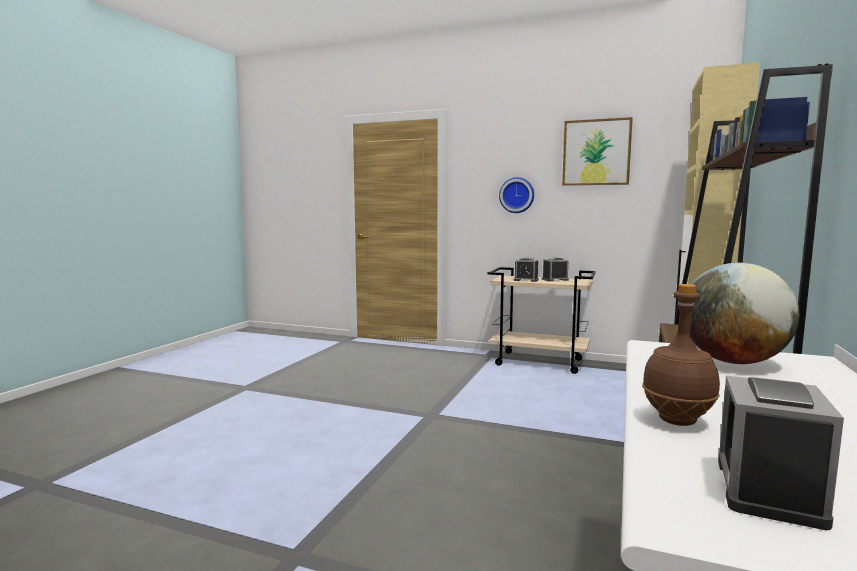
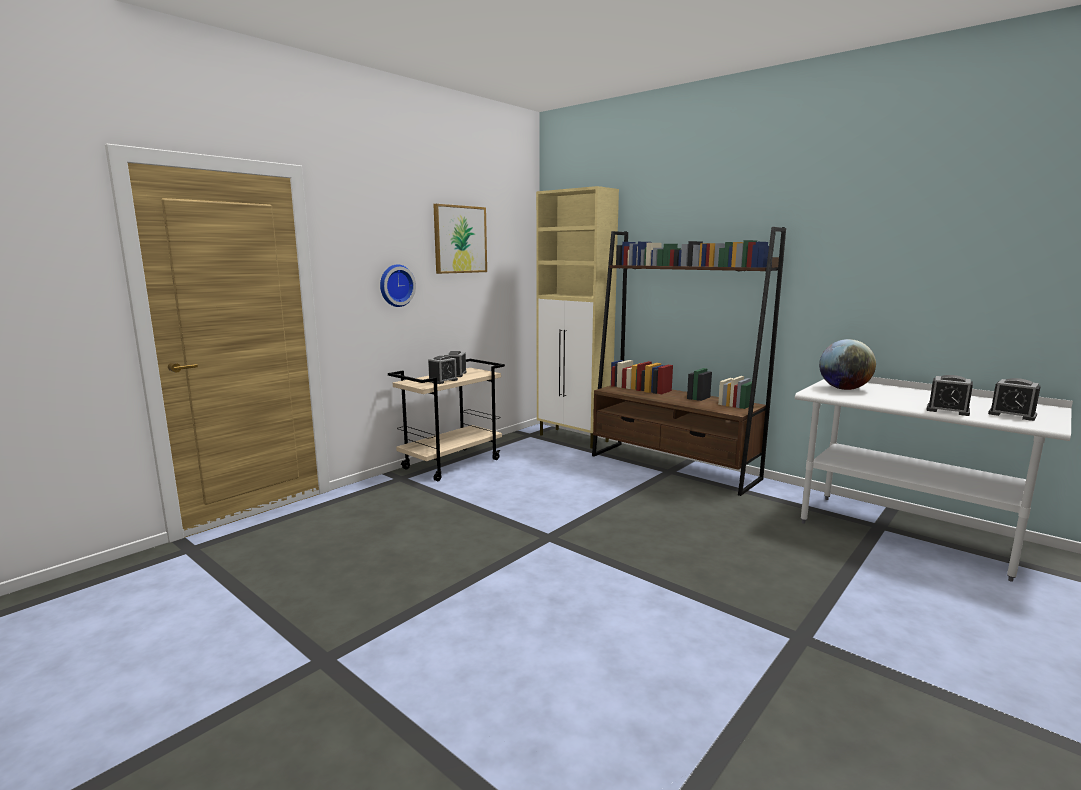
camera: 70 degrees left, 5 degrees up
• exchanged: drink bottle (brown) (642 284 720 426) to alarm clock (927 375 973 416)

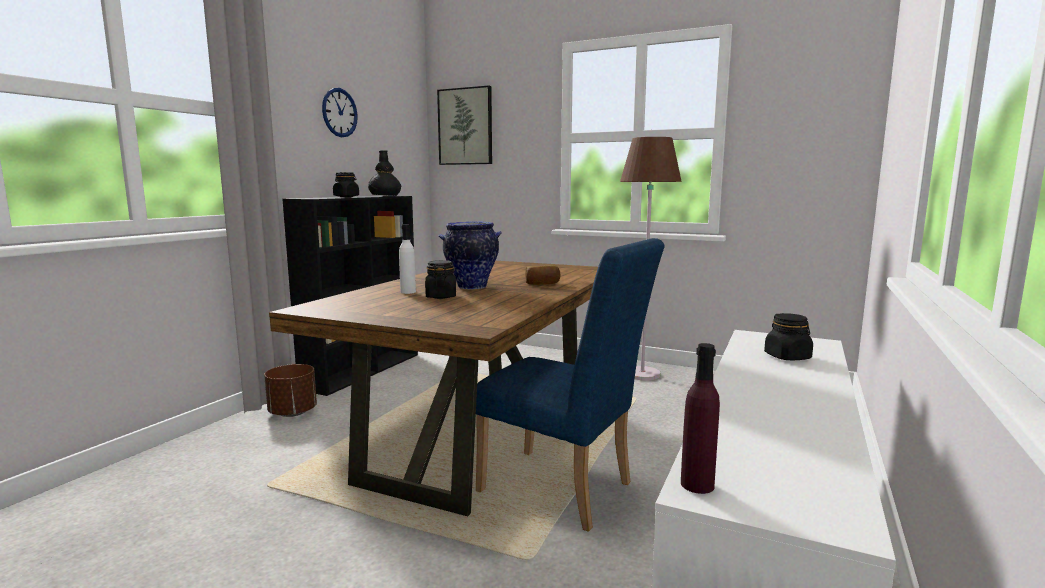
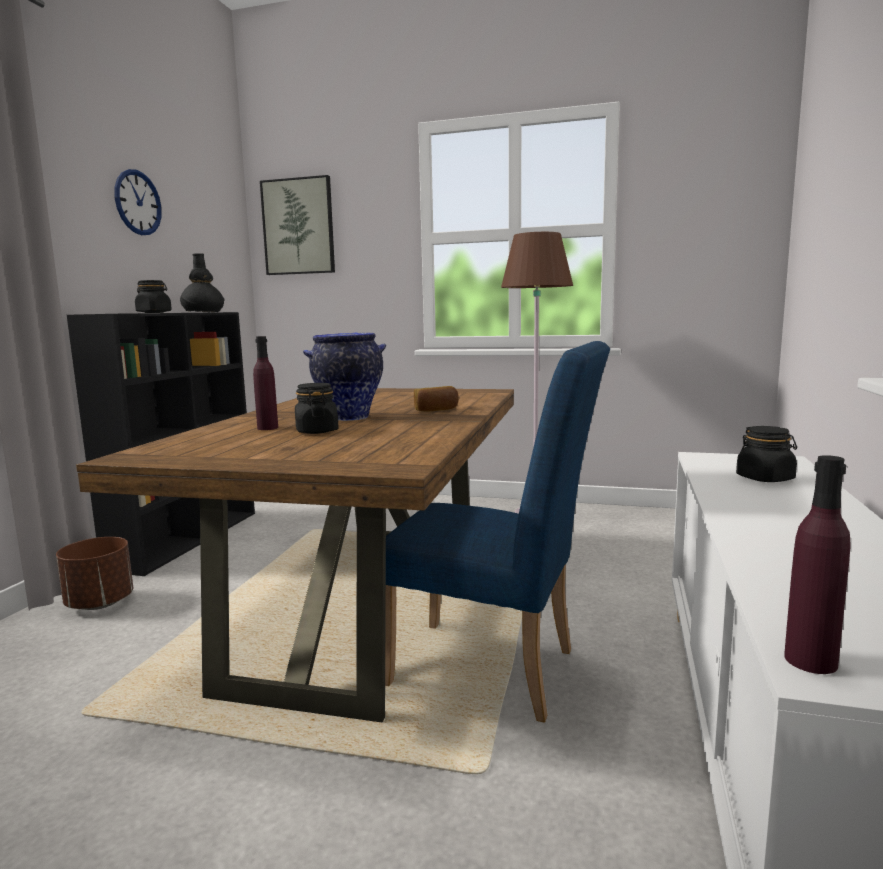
camera: 10 degrees left, 0 degrees up
• colour: drink bottle (white-coloured) (399 224 416 294) to drink bottle (purple) (253 336 278 430)

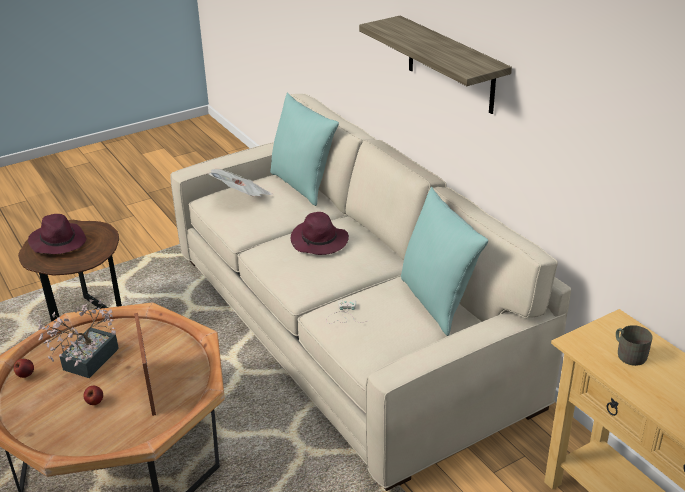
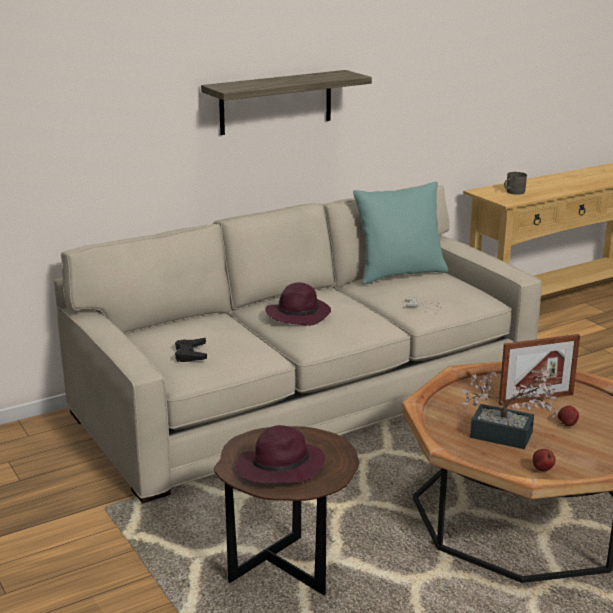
camera: 90 degrees left, 10 degrees down
• missing: throw pillow (turquoise-coloured) (270 93 339 206)
• exchanged: newspaper (208 169 273 197) to gamepad (black) (175 338 207 362)

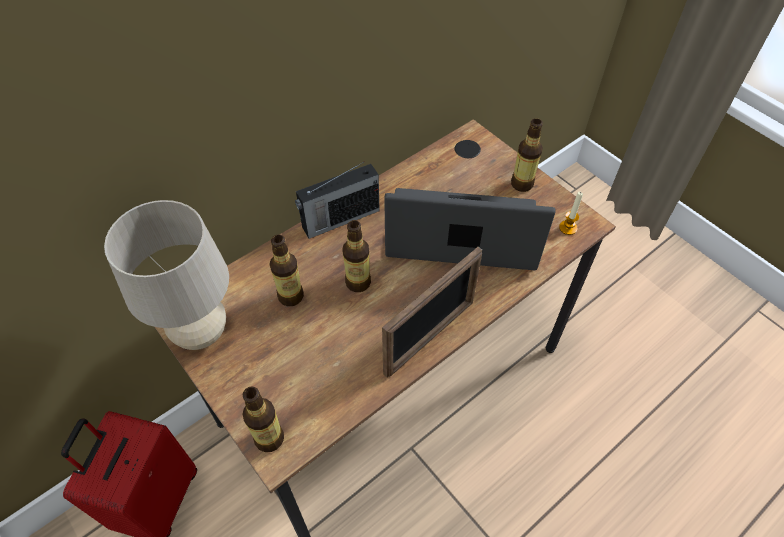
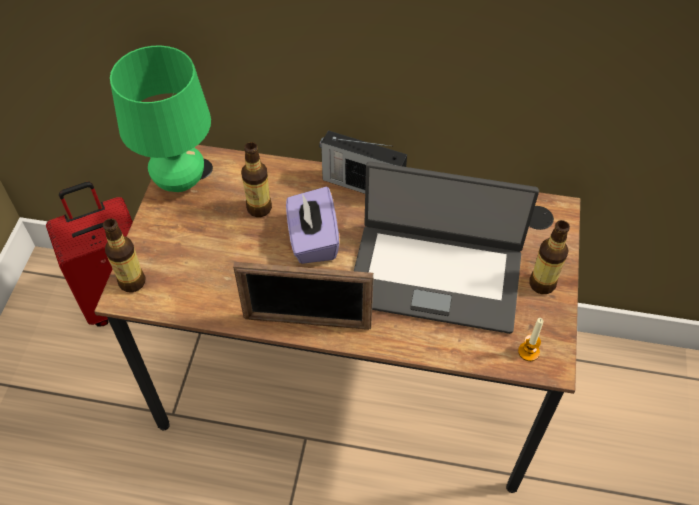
camera: 50 degrees right, 0 degrees up
• exchanged: drink bottle (342 220 371 292) to tissue box (purple) (286 187 339 264)
• colour: tabletop lamp (sand-coloured) (104 200 229 350) to tabletop lamp (greenish) (110 46 211 192)
• spun: portable computer (384 188 556 270) = (354 162 539 334) 135 degrees clockwise

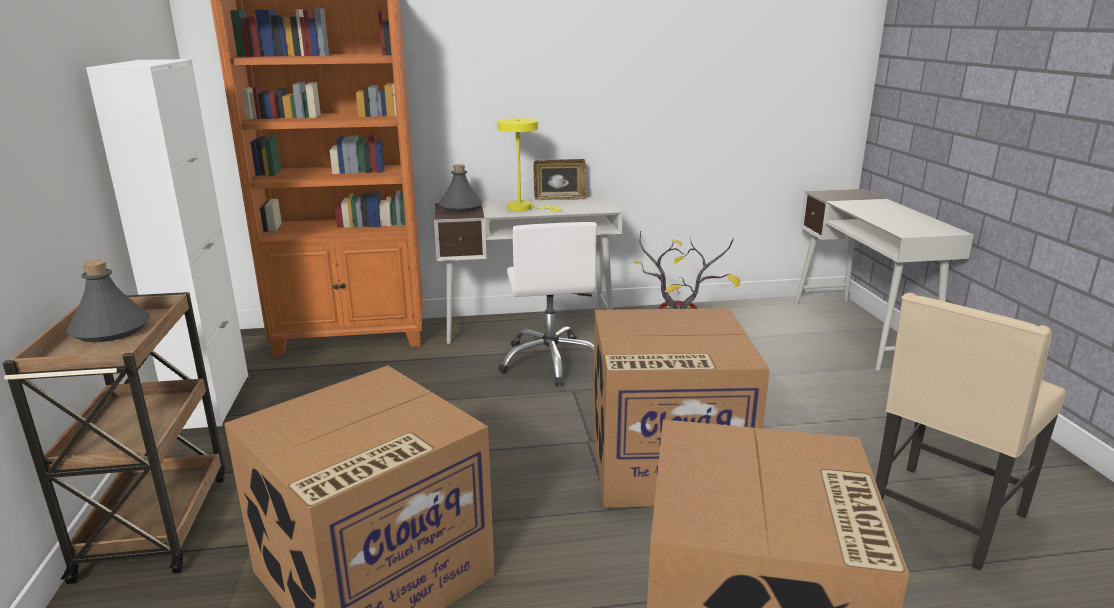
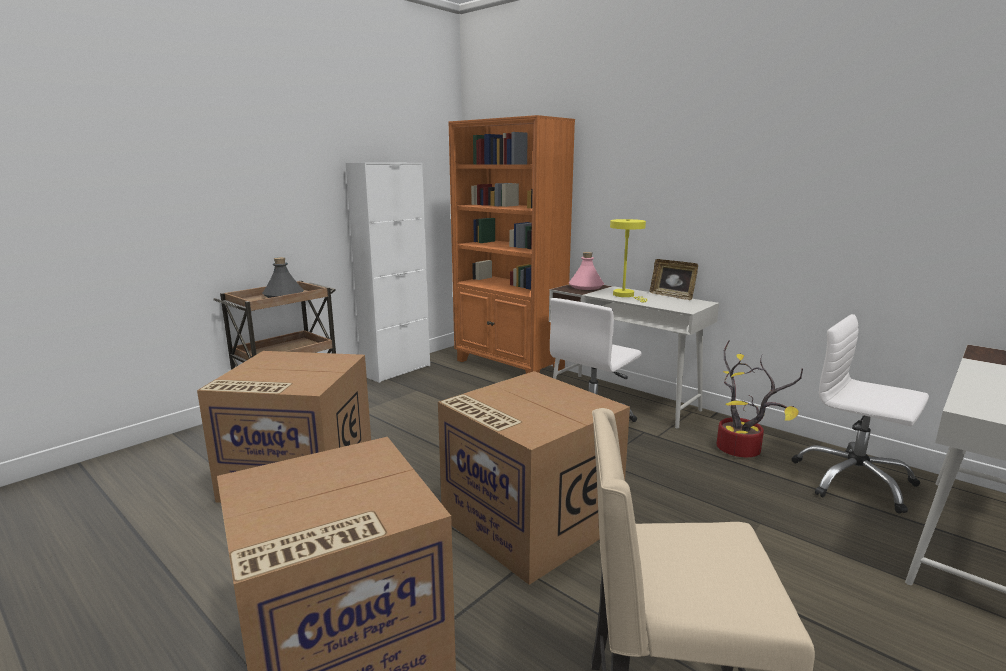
camera: 50 degrees right, 5 degrees down
• appeared: computer chair (white-coloured) (791 314 929 514)
• colour: drink bottle (greyish) (439 164 483 212) to drink bottle (pinkish) (569 252 604 290)

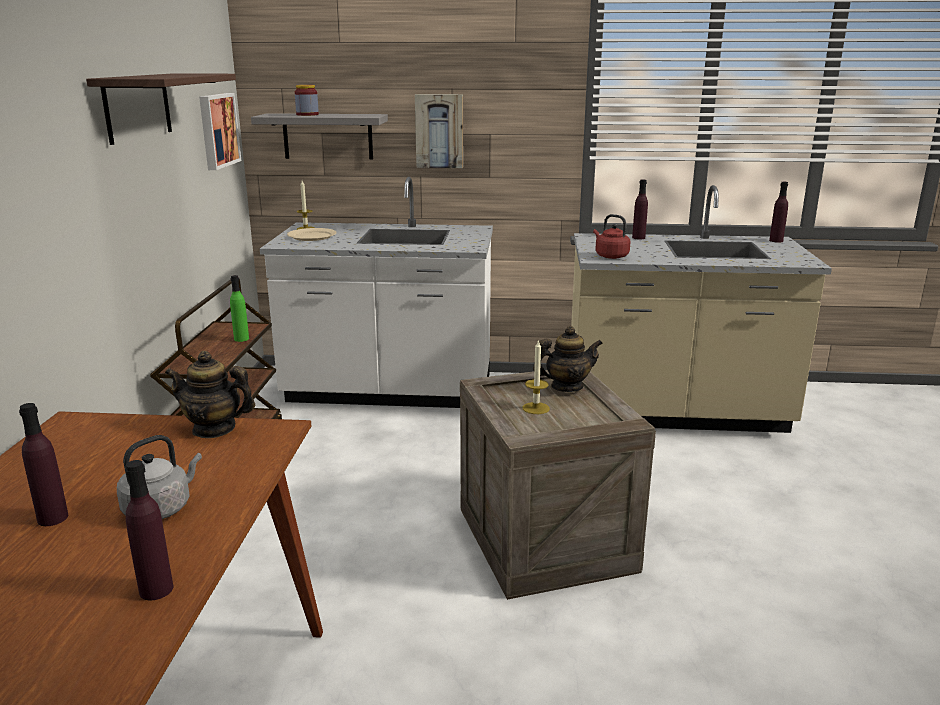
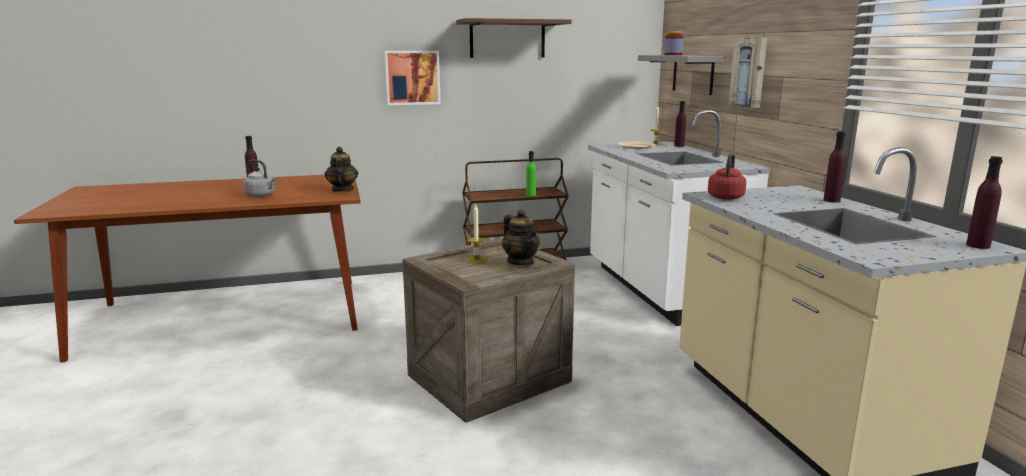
camera: 70 degrees right, 5 degrees down
• relocated: drink bottle (purple) (125 460 173 600) to (674 101 686 147)
• relocated: picture (199 93 241 170) to (384 51 441 105)

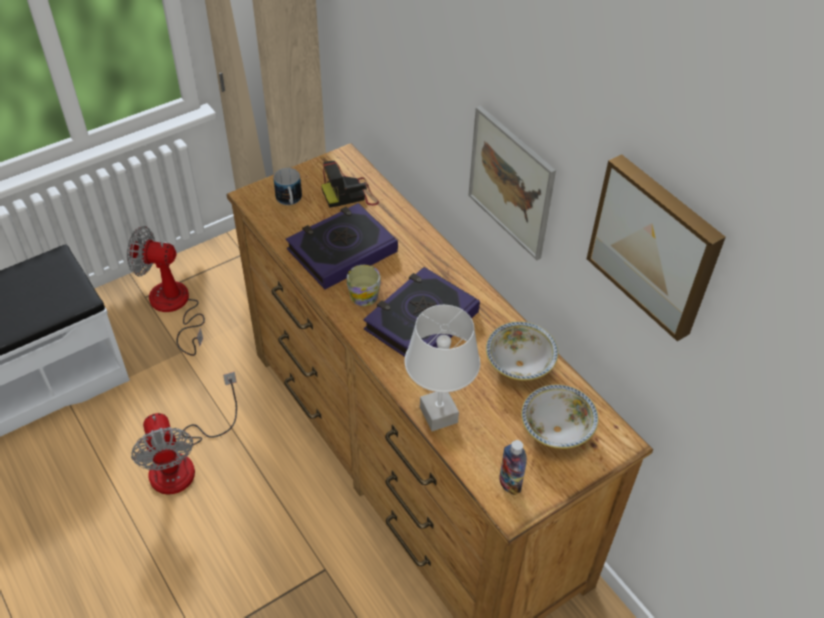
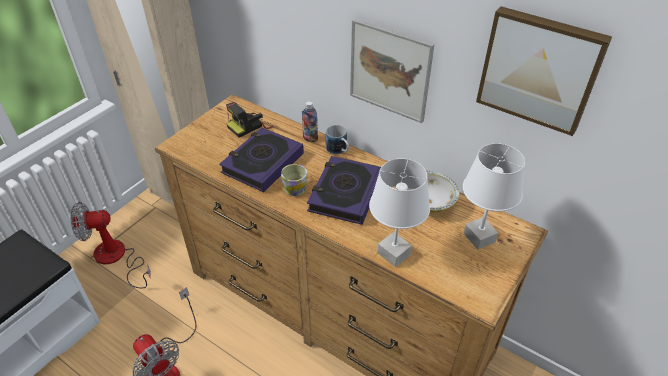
camera: 20 degrees left, 5 degrees down
• relocated: mug (274 168 302 205) to (326 125 349 154)
• relocated: drink bottle (499 440 527 495) to (302 101 318 143)
• exchanged: serving bowl (521 384 599 449) to tabletop lamp (white-coloured) (463 143 525 249)

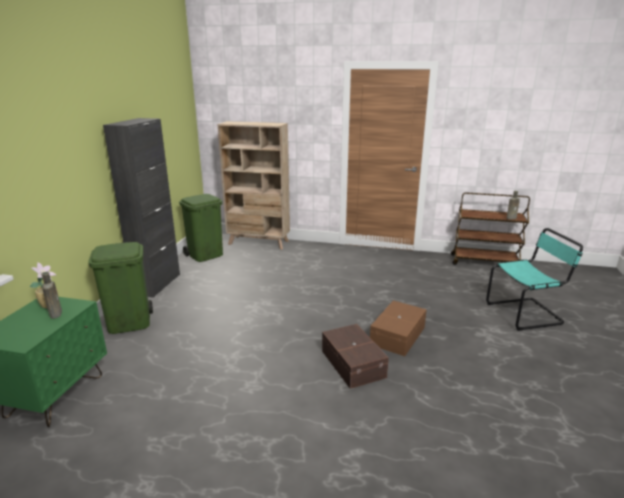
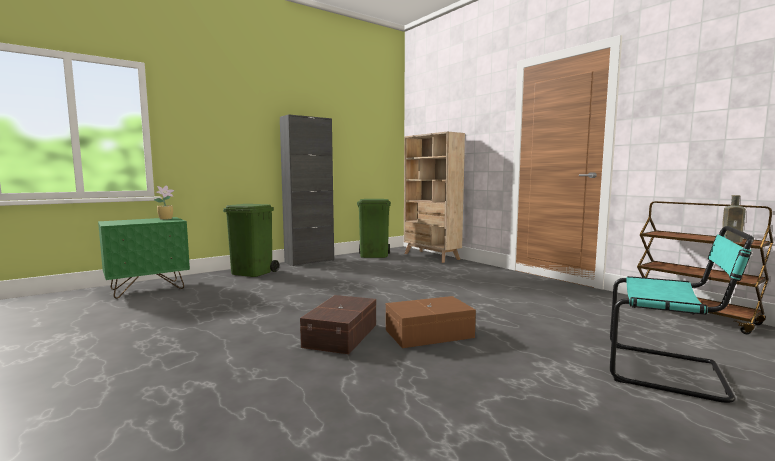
camera: 40 degrees right, 15 degrees down
• missing: drink bottle (brown) (41 272 62 319)

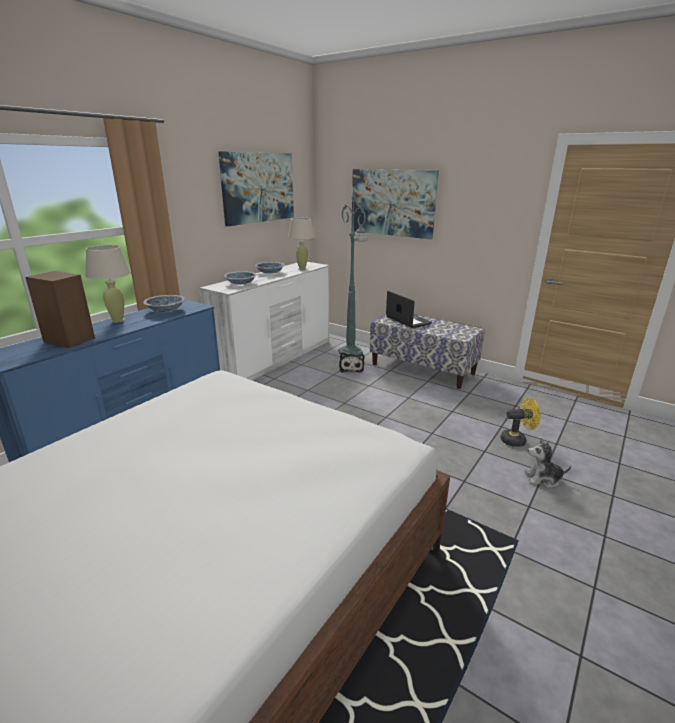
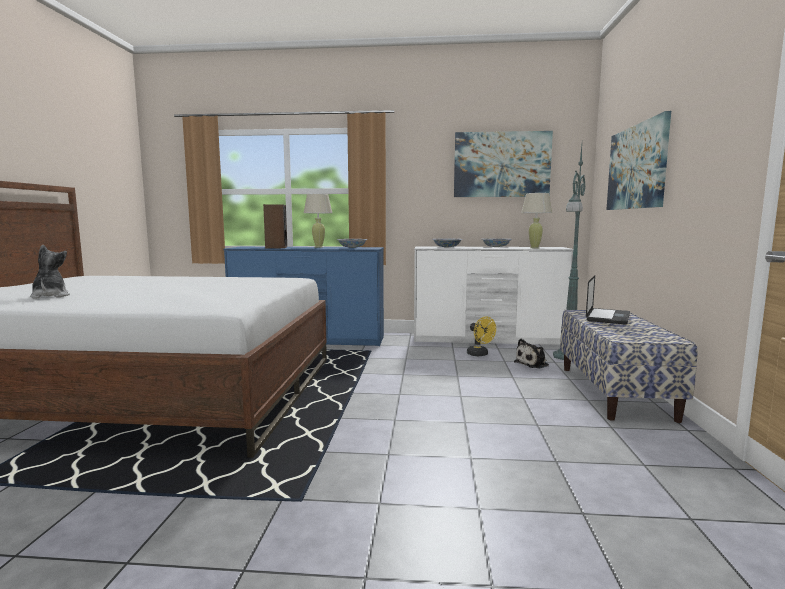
camera: 60 degrees right, 15 degrees down
• relocated: fan (yellow-coloured) (500 398 541 447) to (467 317 496 356)
• relocated: plush toy (524 438 571 488) to (30 245 70 299)

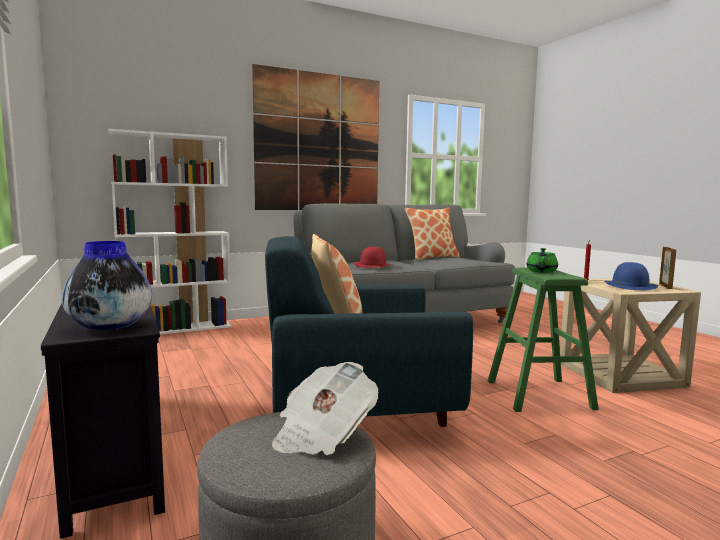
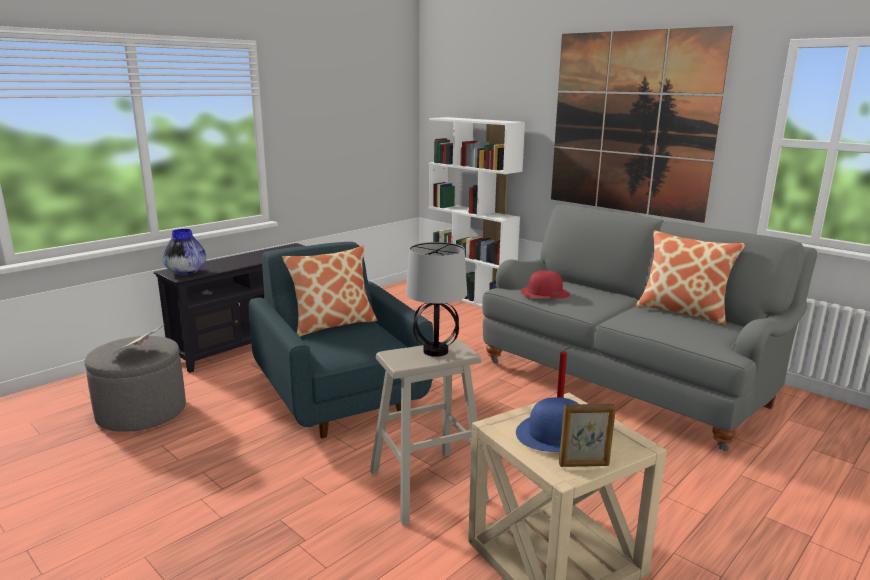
camera: 70 degrees right, 10 degrees up
• exchanged: tea pot (greenish) (526 248 558 273) to tabletop lamp (406 242 467 357)
• colour: stool (greenish) (488 267 599 412) to stool (sand-coloured) (370 339 489 526)

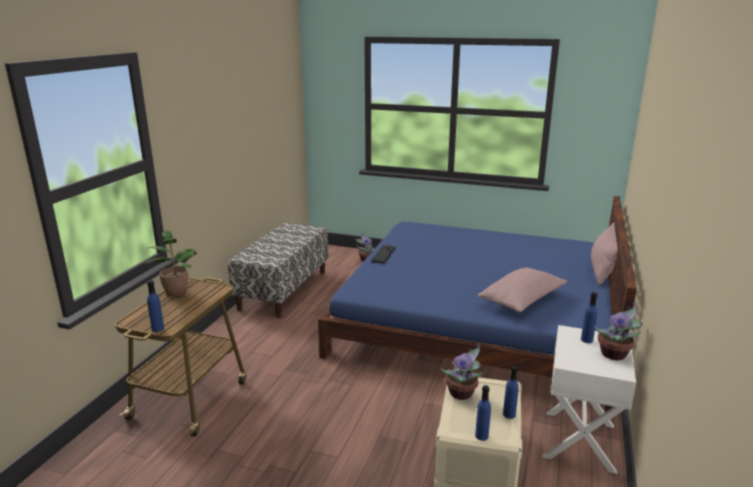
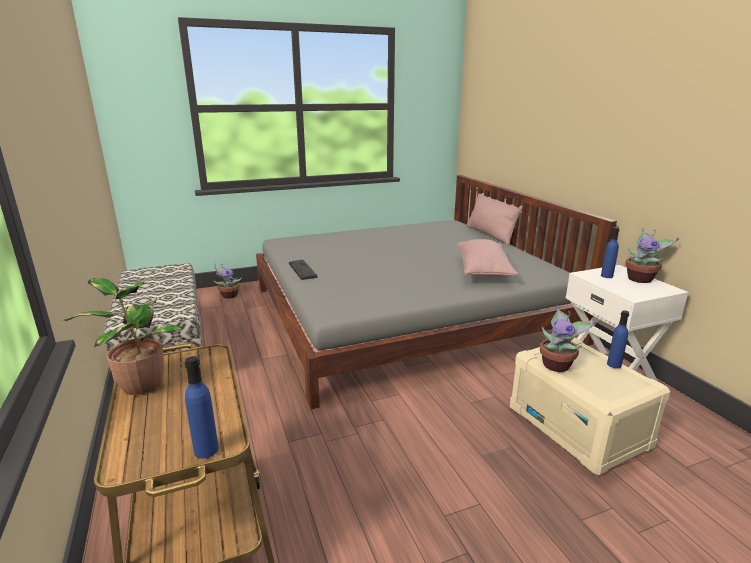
camera: 40 degrees left, 0 degrees up
• missing: drink bottle (blue) (475 385 491 441)
• colour: bedroom bed (blue) (318 196 637 412) to bedroom bed (greyish) (256 175 617 409)

